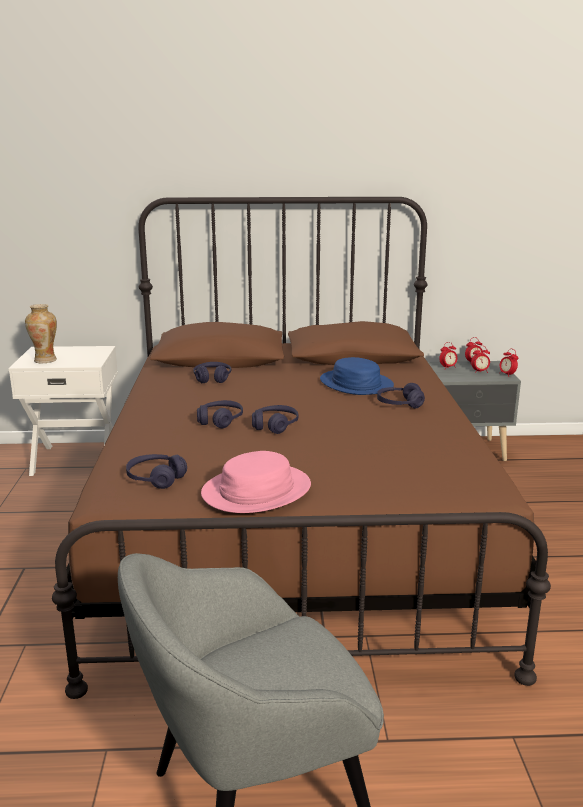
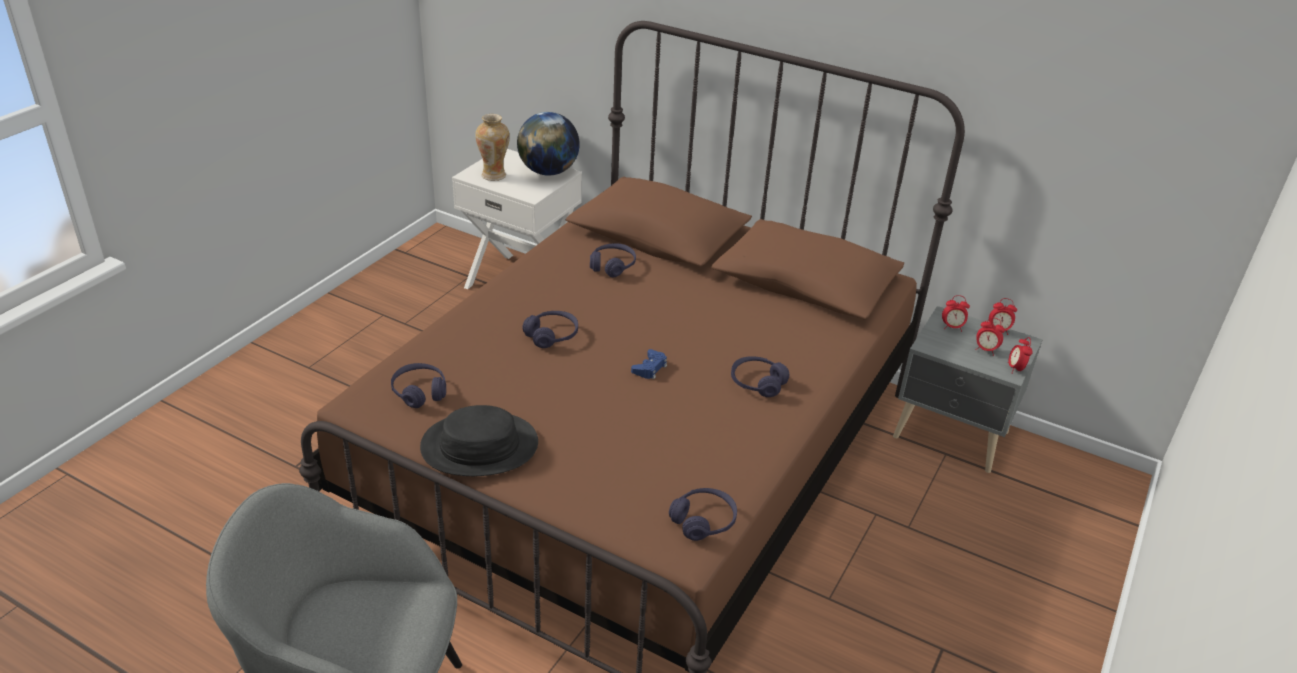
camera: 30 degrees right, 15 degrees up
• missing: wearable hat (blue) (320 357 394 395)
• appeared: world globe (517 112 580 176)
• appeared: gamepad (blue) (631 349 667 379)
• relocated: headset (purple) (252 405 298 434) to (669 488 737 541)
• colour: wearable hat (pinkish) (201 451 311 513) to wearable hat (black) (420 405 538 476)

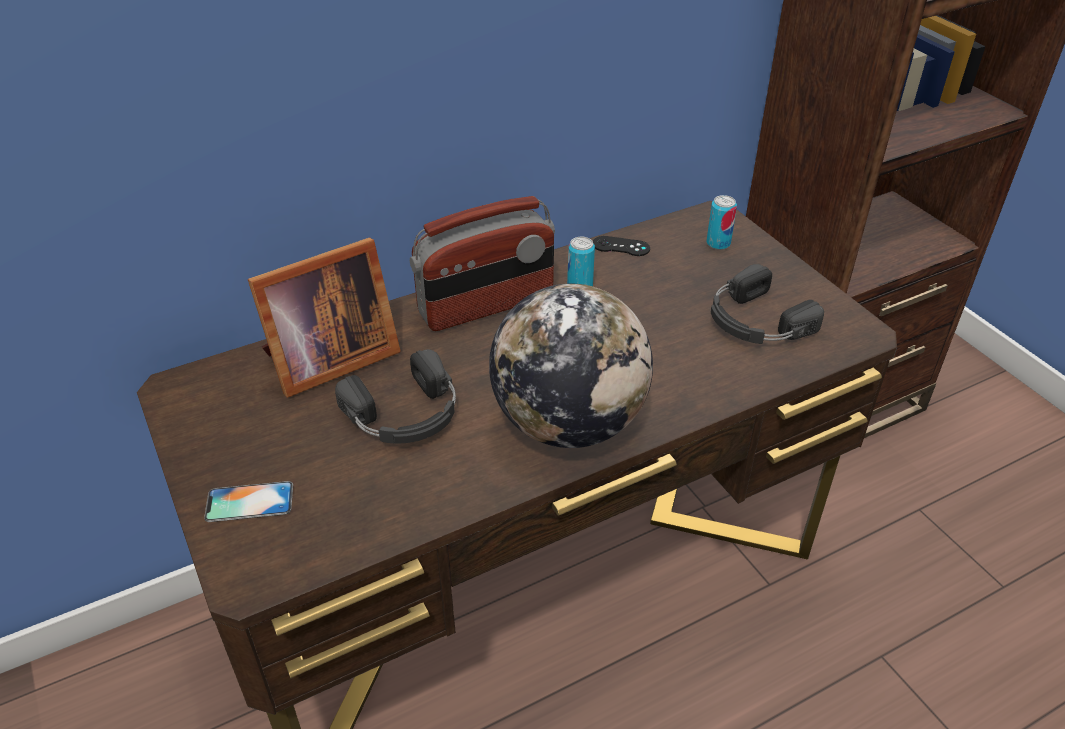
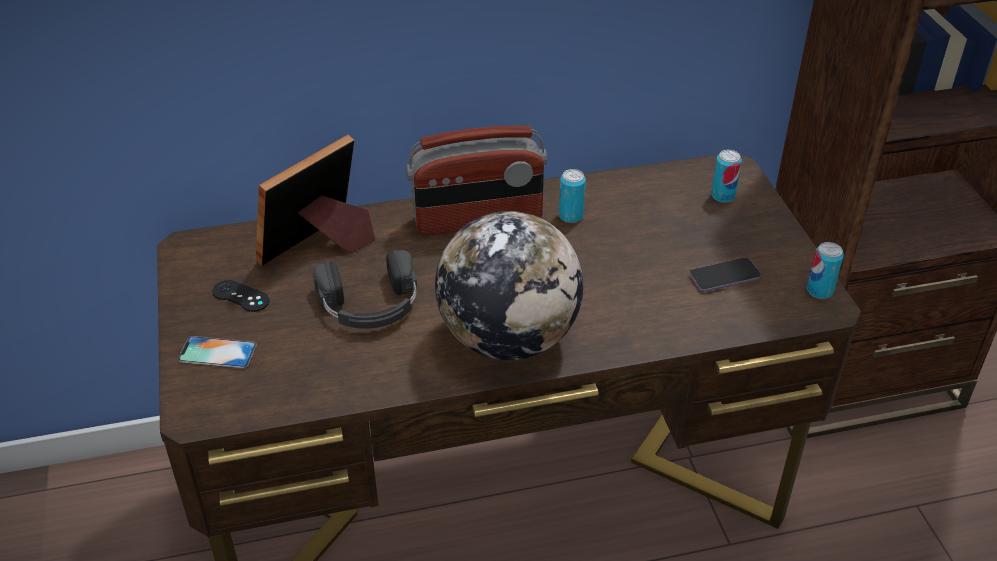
camera: 15 degrees right, 0 degrees up
• appeared: can (807 242 844 299)
• relocated: gamepad (black) (593 236 650 256) to (212 280 269 312)
• exchanged: headset (black) (711 264 824 344) to handset (689 257 761 292)
• spun: picture frame (248 237 401 398) = (256 135 376 266) 150 degrees clockwise

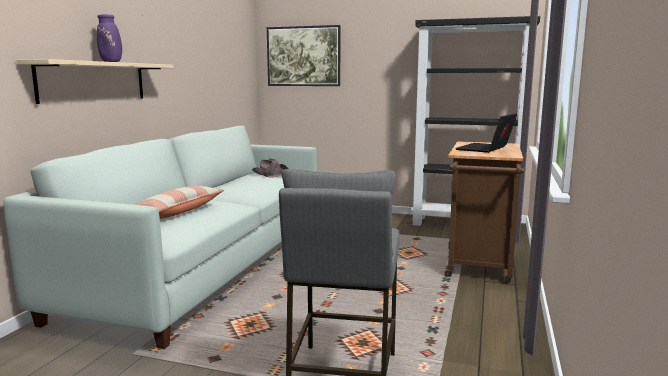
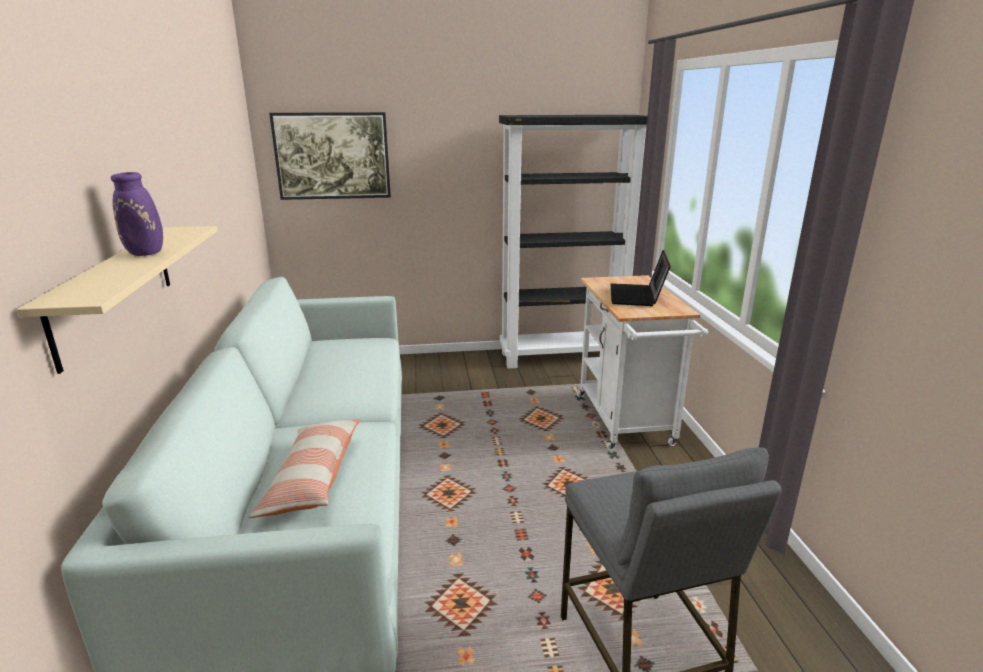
camera: 25 degrees left, 10 degrees up
• missing: wearable hat (brown) (252 158 289 178)
• colour: trolley (brown) (444 141 524 284) to trolley (white-coloured) (577 275 708 450)

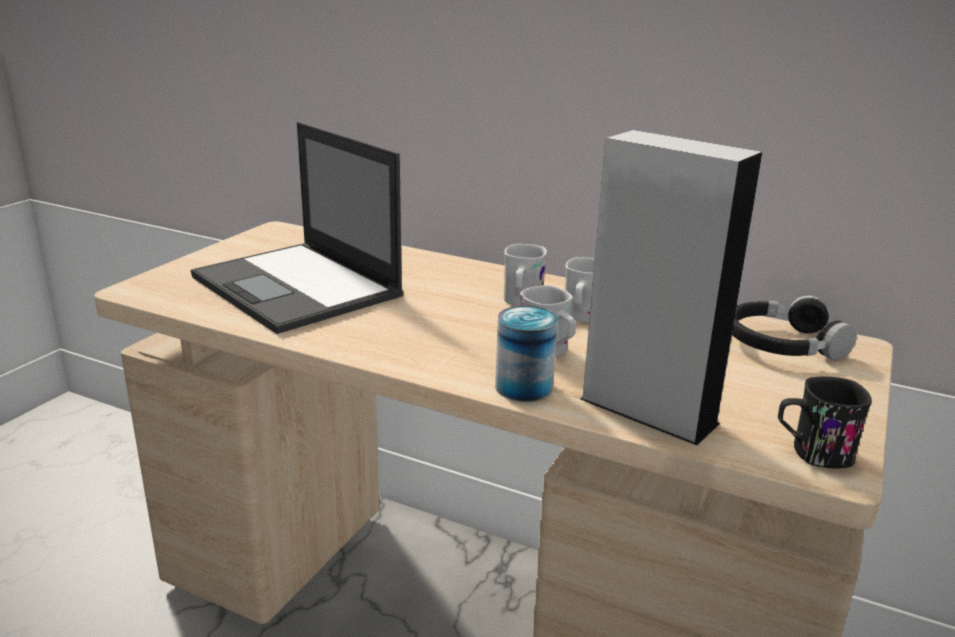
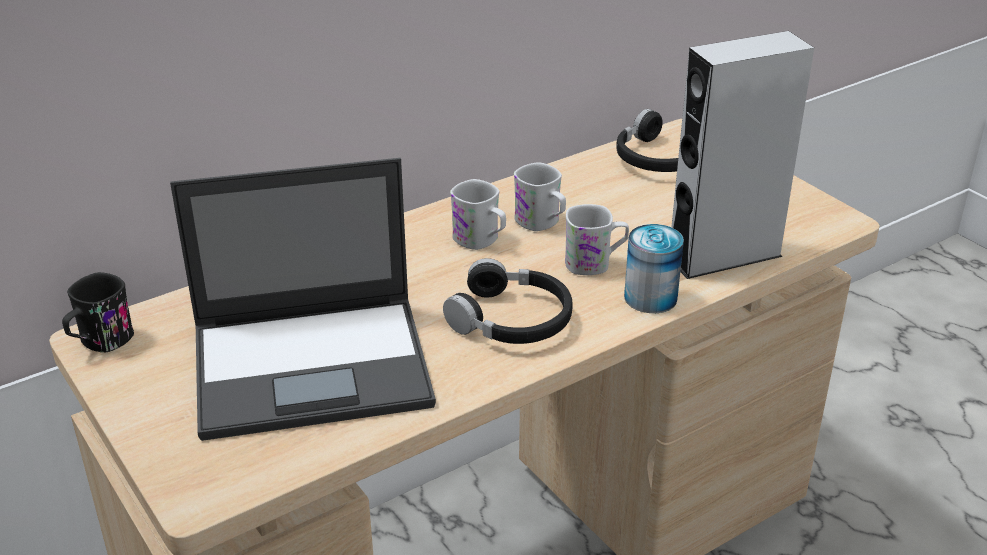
camera: 60 degrees left, 10 degrees up
• appeared: headset (black) (443 258 573 344)
• relocated: mug (black) (778 376 872 468) to (62 272 134 352)

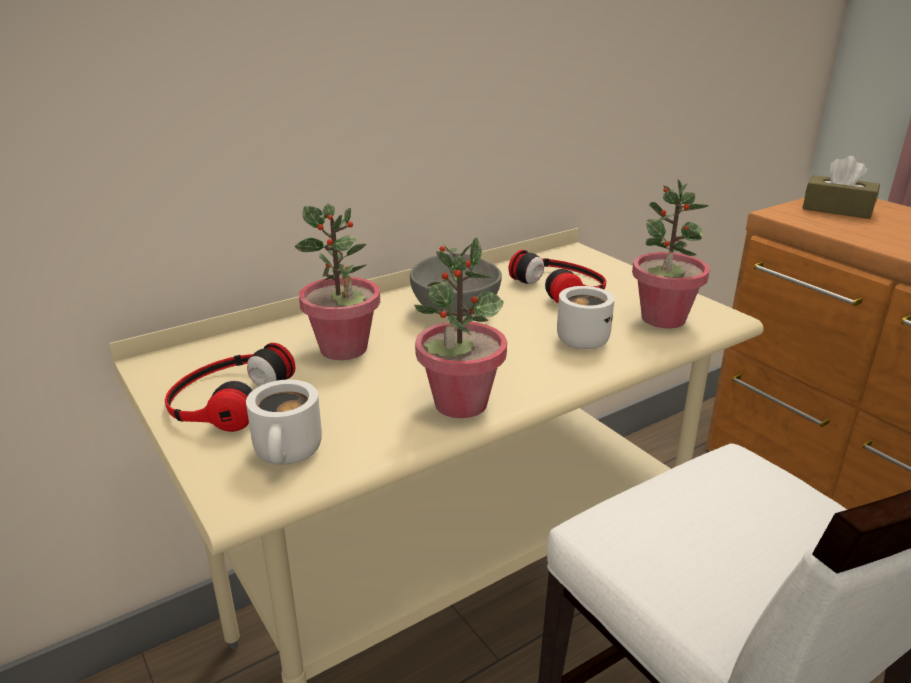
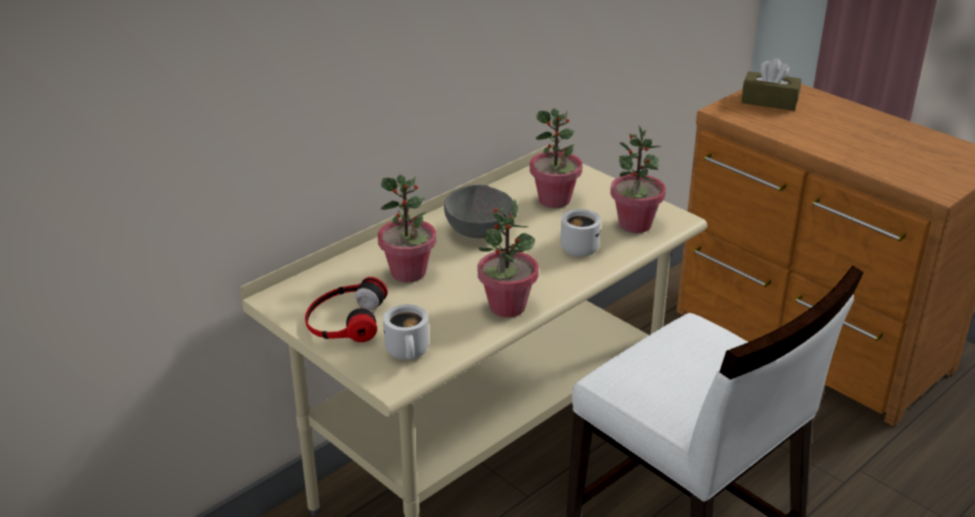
camera: 10 degrees left, 5 degrees up
• exchanged: headset (509 250 606 303) to houseplant (530 108 582 208)

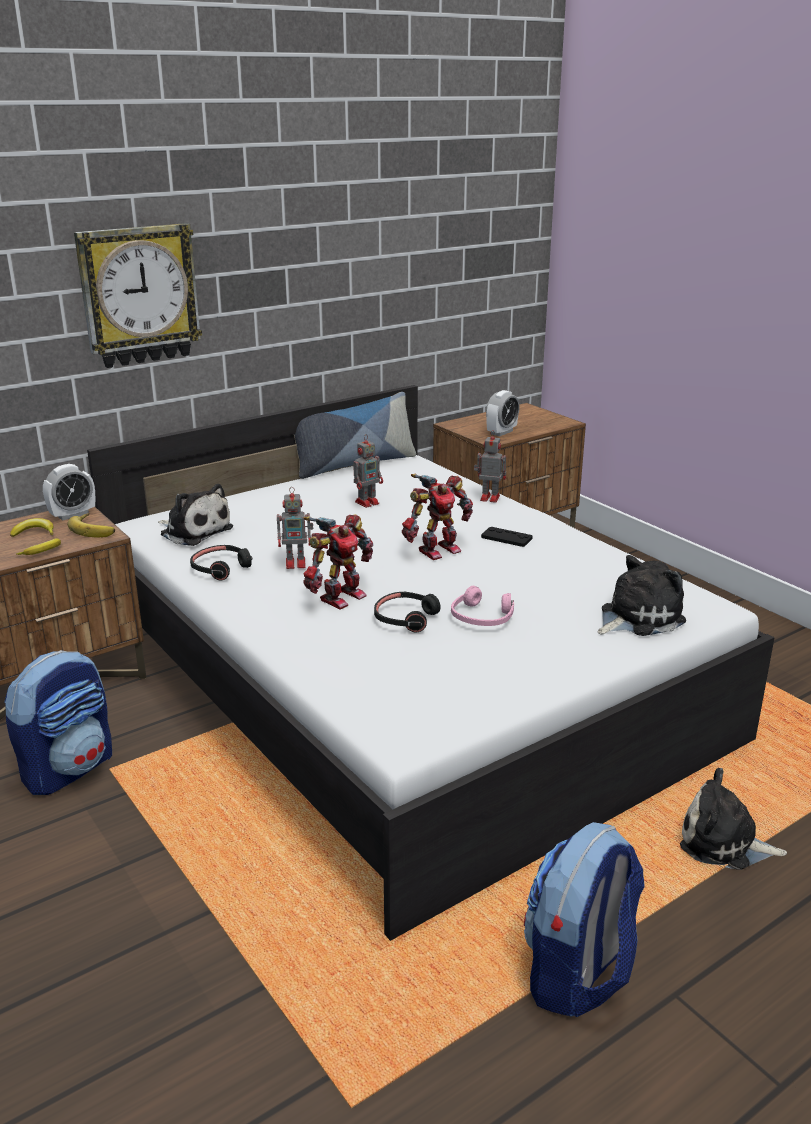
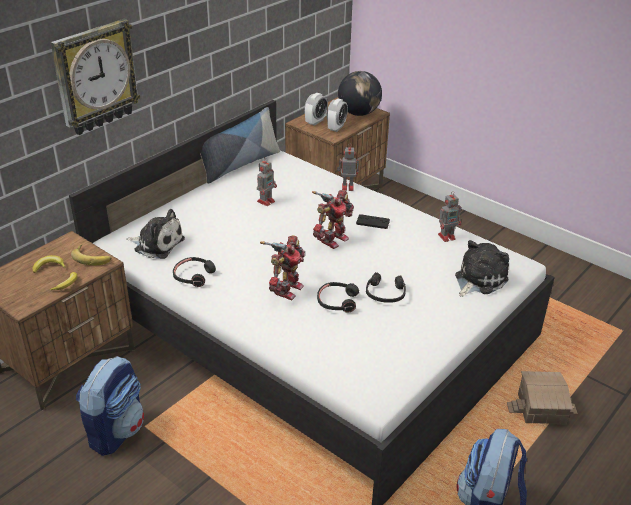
camera: 15 degrees left, 10 degrees up
• appeared: world globe (338 71 382 116)
• relocated: alarm clock (43 464 95 521) to (304 93 328 126)
• relocated: toy robot (277 487 313 569) to (438 191 461 242)
• exchanged: plush toy (680 768 787 870) to toy house (507 371 578 425)
• colour: headset (pinkish) (451 585 514 626) to headset (black) (366 272 406 303)

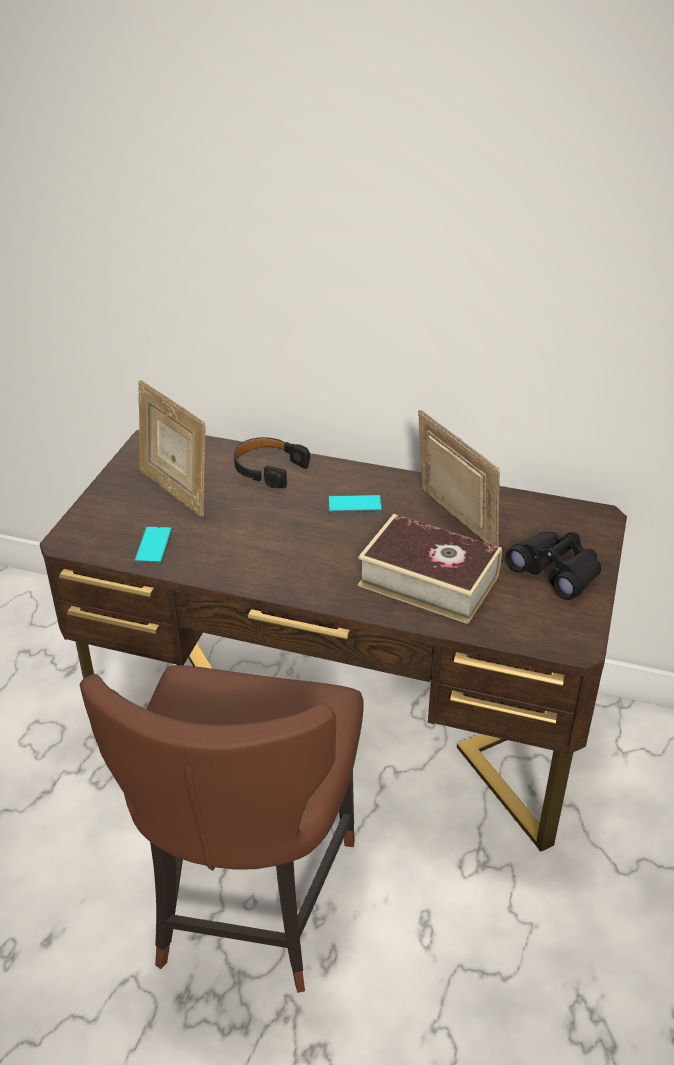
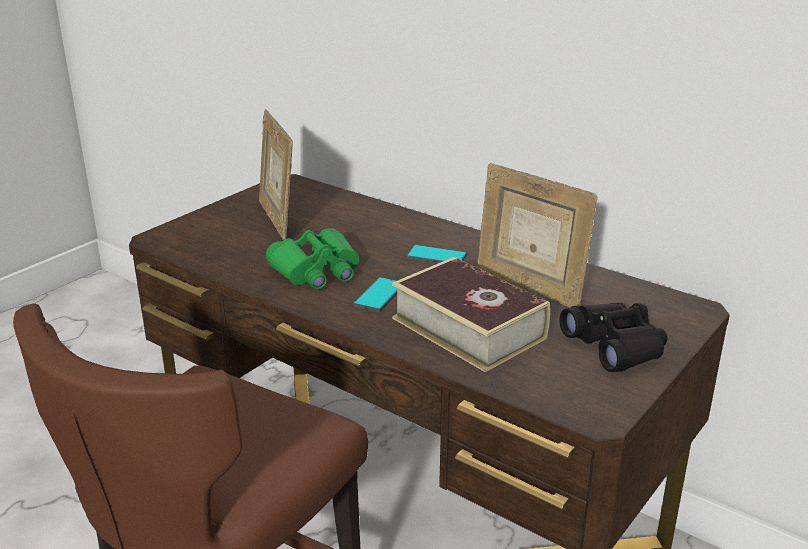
camera: 20 degrees right, 10 degrees down
• missing: headset (black) (234 437 310 488)
• appeared: field glasses (greenish) (266 228 359 289)
• relocated: handset (134 526 173 565) to (353 277 397 312)
• spun: picture frame (418 410 500 547) = (477 163 598 307) 150 degrees clockwise

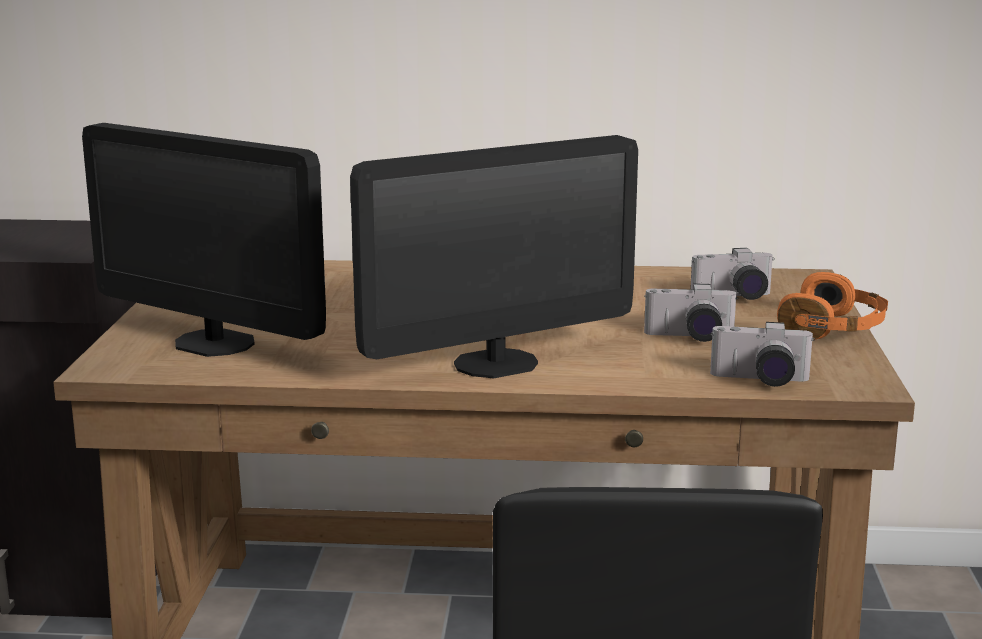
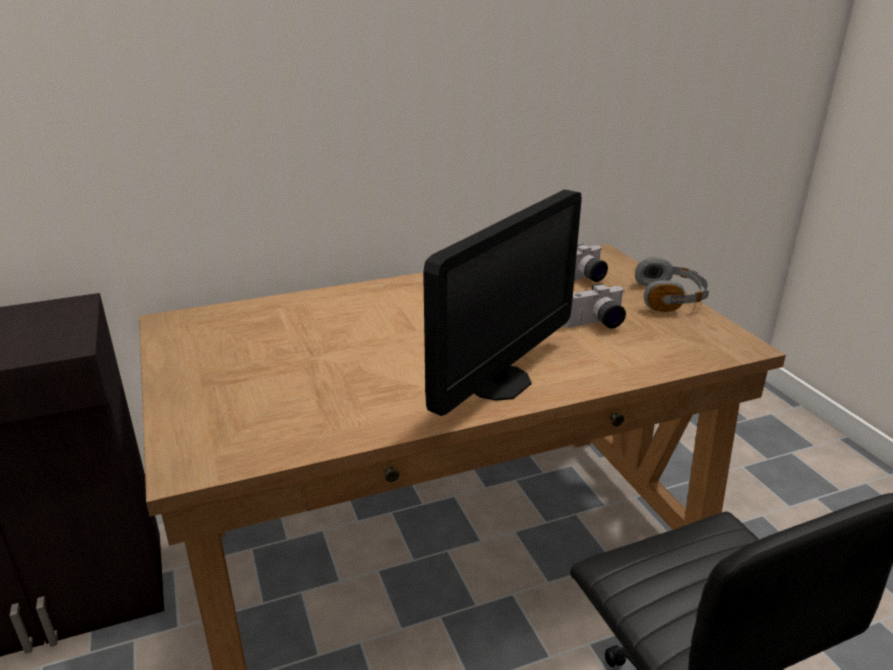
camera: 25 degrees left, 10 degrees up
• missing: computer screen (82 123 326 357)
• missing: photo camera (710 322 815 387)
• colour: headset (orange) (777 272 888 340) to headset (greyish) (635 257 709 312)

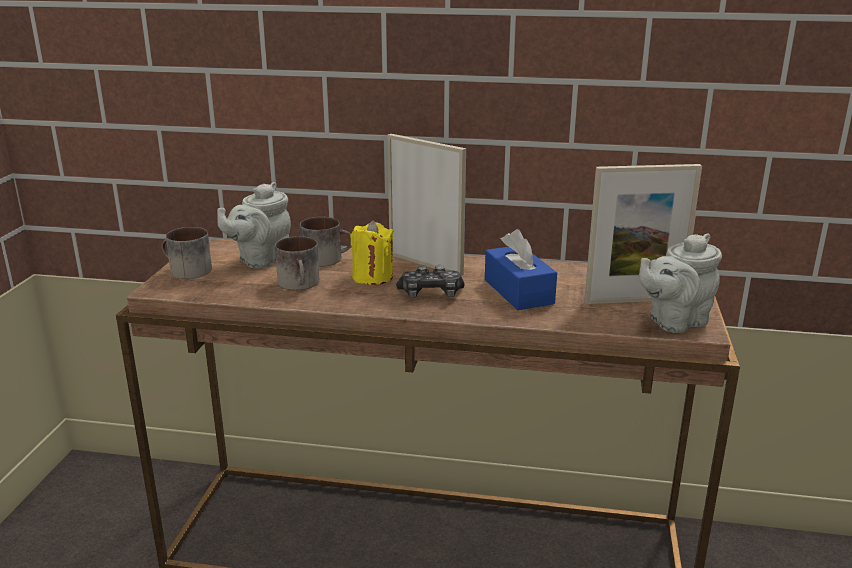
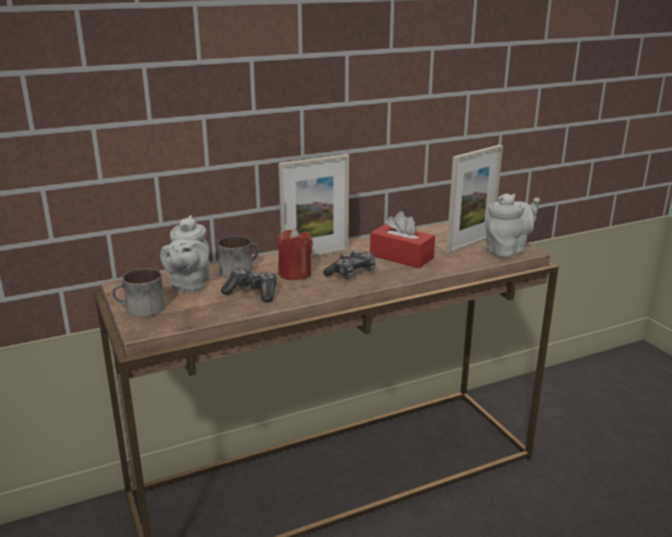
camera: 35 degrees left, 0 degrees up
• exchanged: mug (275 236 320 290) to gamepad (221 268 276 302)
• colour: candle (yellow-coloured) (350 220 393 285) to candle (reddish) (277 228 313 280)
• colour: tissue box (blue) (485 229 557 310) to tissue box (reddish) (370 211 435 268)
• spun: picture frame (387 134 466 276) = (278 154 349 258) 150 degrees clockwise
• spun: tea pot (greyish) (639 234 722 333) = (486 193 540 257) 150 degrees counterclockwise

